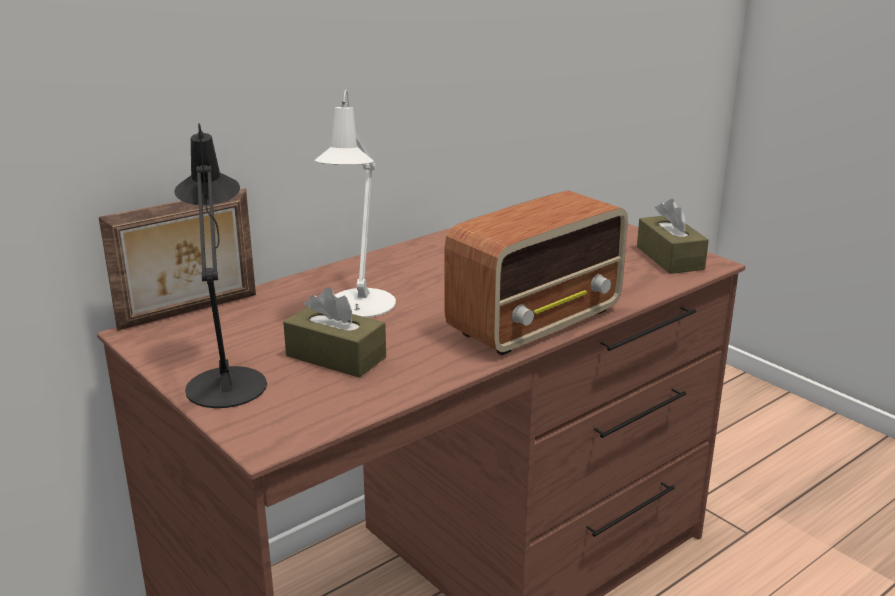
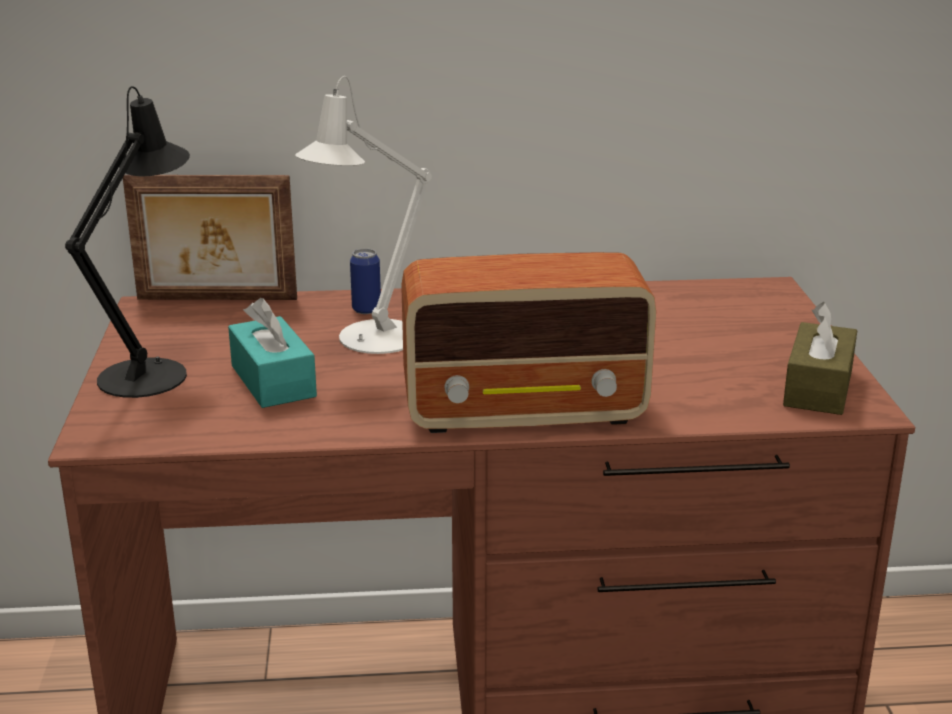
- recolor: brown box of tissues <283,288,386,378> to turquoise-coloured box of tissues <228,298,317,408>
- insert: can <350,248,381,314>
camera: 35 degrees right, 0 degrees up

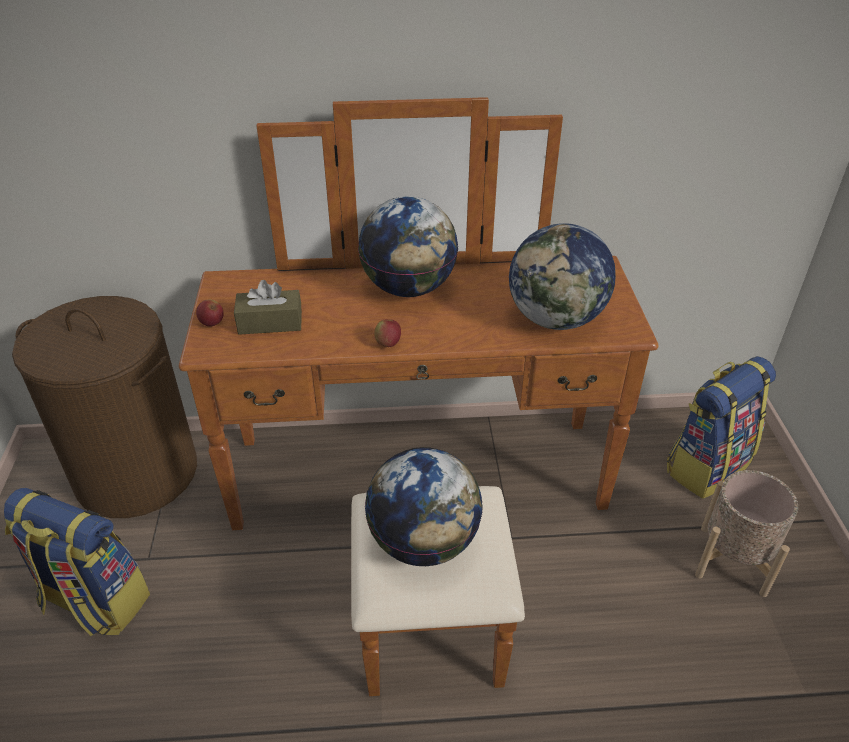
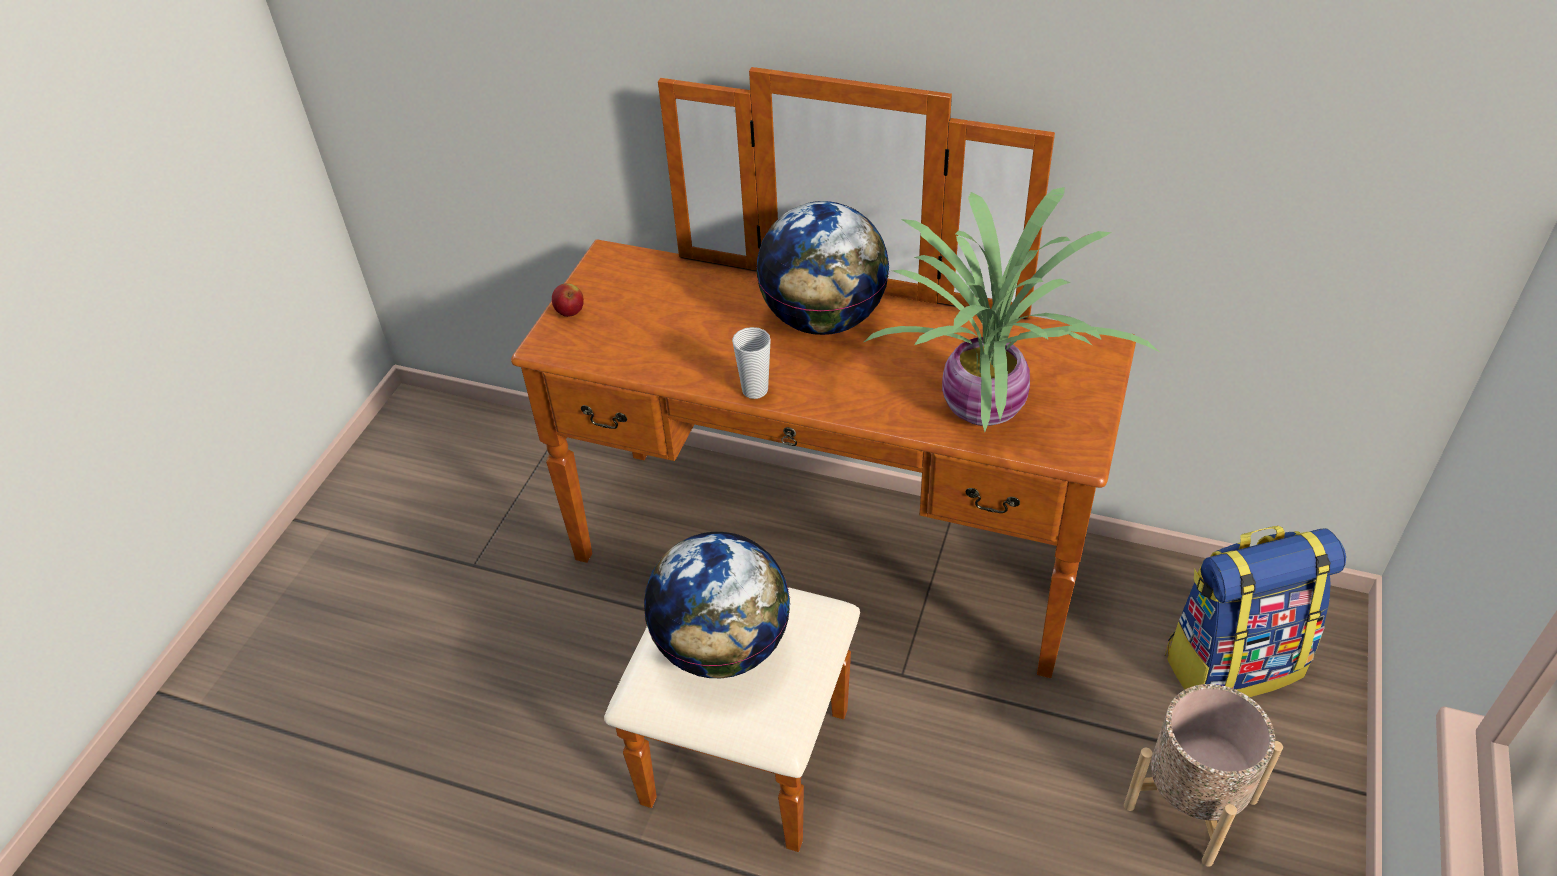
- replace: apple fruit <374,319,401,347> to small cup <732,327,771,399>
- replace: world globe <509,223,616,330> to potted plant <864,187,1159,432>
- delete: backpack <4,488,150,636>
- delete: brown laundry basket <12,296,197,518>
- delete: brown box of tissues <234,280,302,335>
camera: 25 degrees right, 5 degrees up

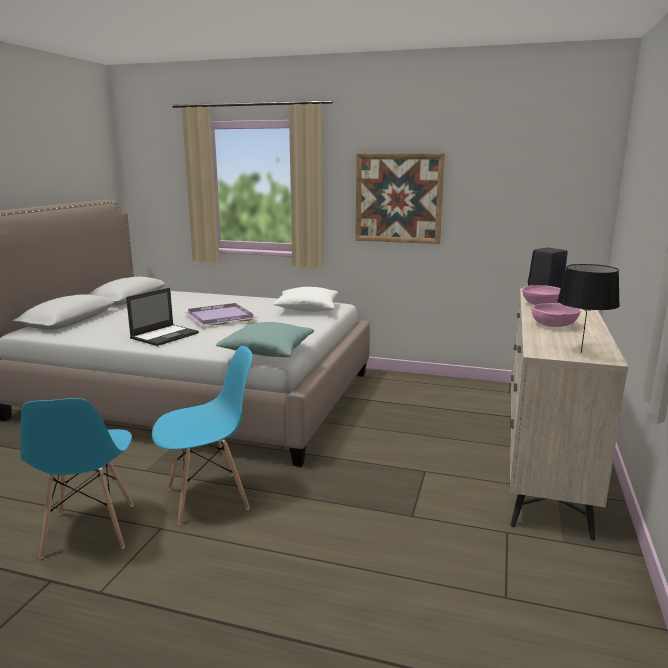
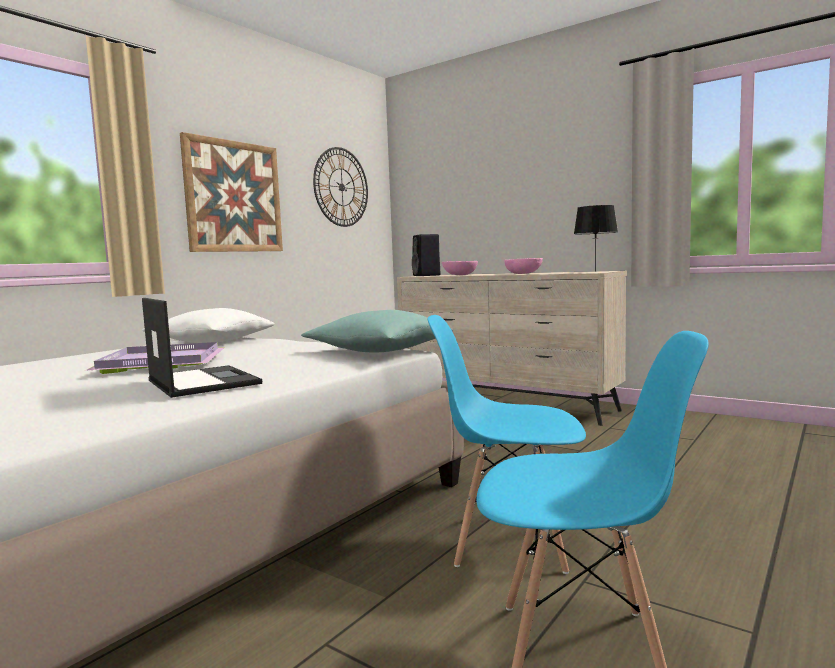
- insert: wall clock <313,147,368,227>
- rotate: bluish upright chair <152,346,253,525> = <427,315,586,574> 75 degrees counterclockwise
camera: 70 degrees left, 10 degrees down

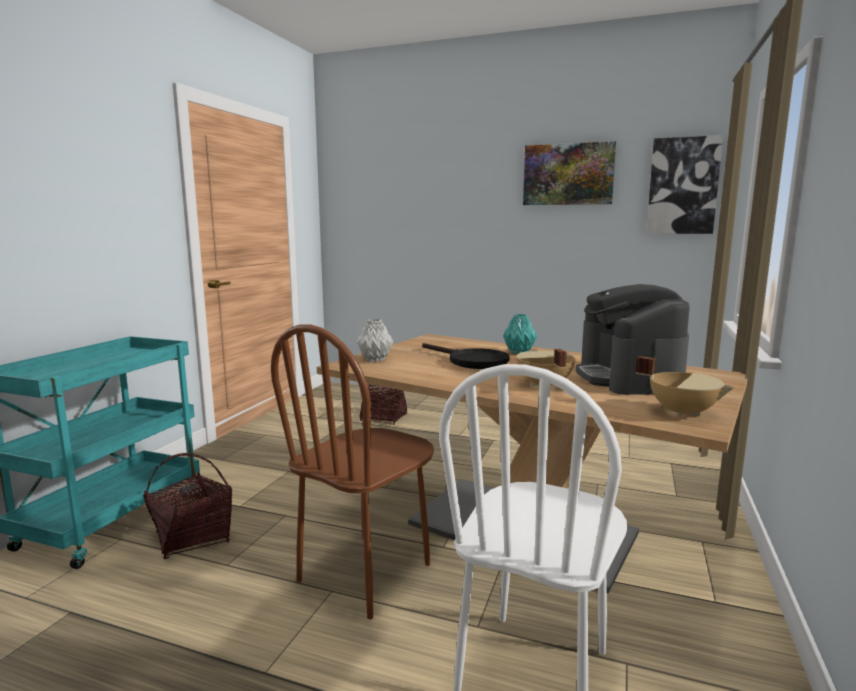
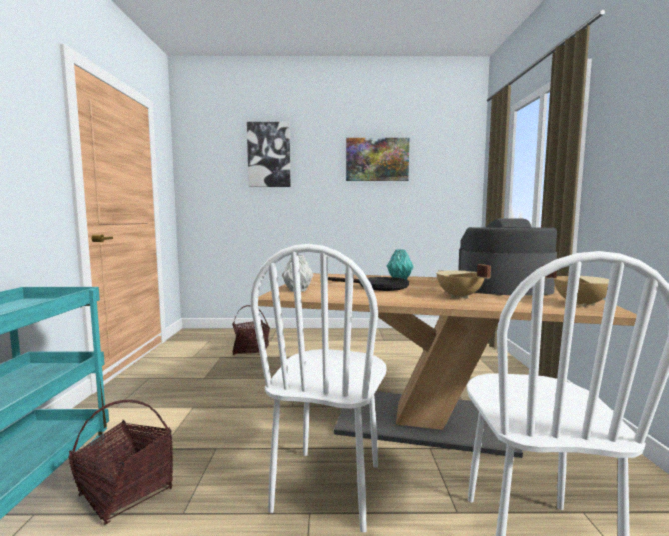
- move: picture <646,135,723,234> to <247,122,290,187>
- recolor: brown upright chair <271,324,434,620> to white upright chair <250,244,387,533>
- rotate: coffee brewer <576,284,690,395> = <458,218,557,296> 120 degrees clockwise
camera: 20 degrees left, 5 degrees down

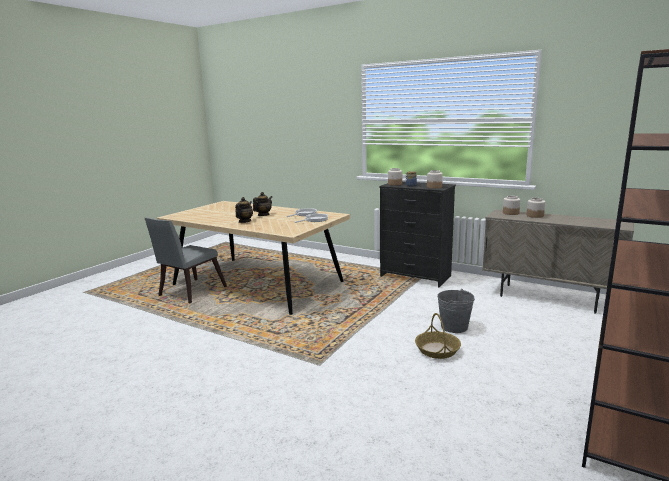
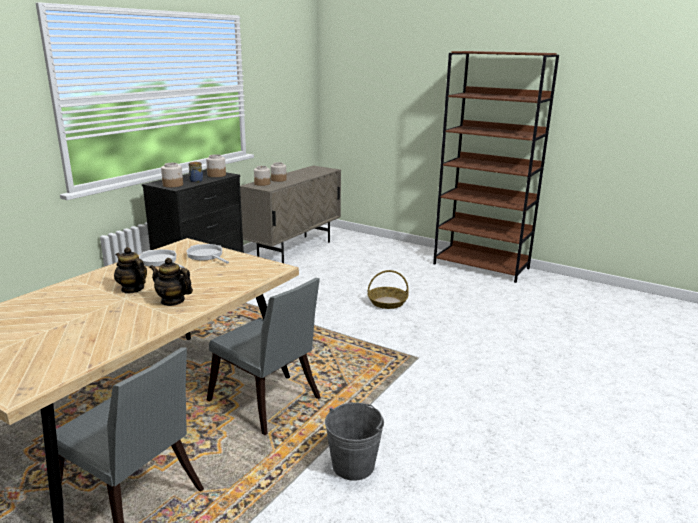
- insert: gray upright chair <207,278,321,435>
- move: gray bucket <437,289,475,333> to <325,402,384,481>
camera: 90 degrees left, 5 degrees up

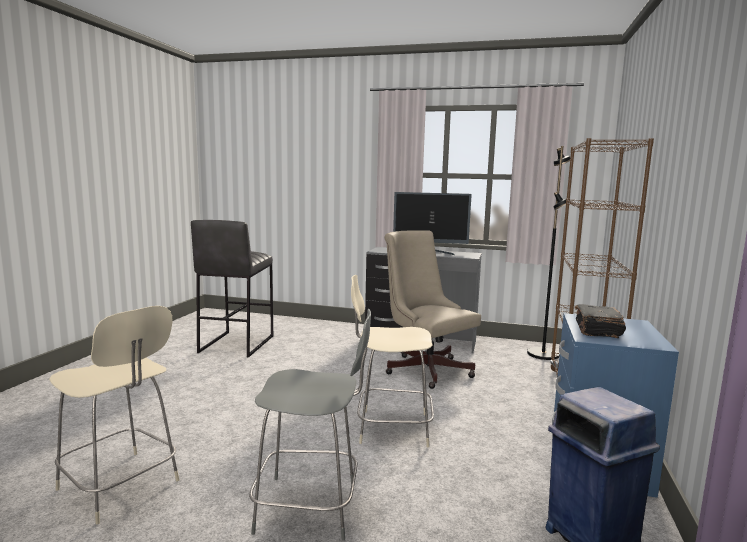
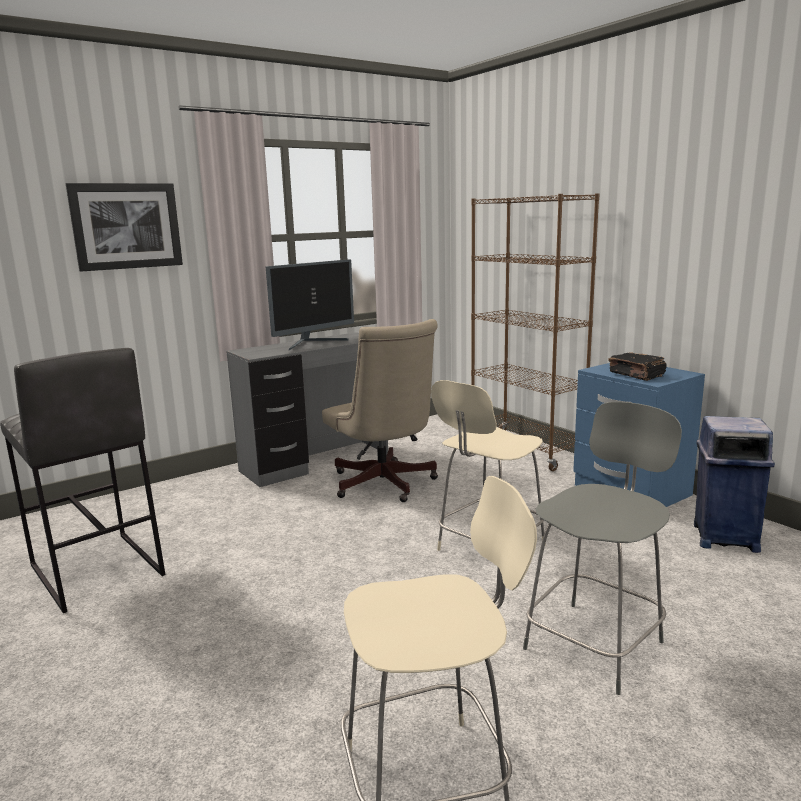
- insert: picture <66,183,183,271>
- rotate: beige desk chair <384,230,481,389> = <322,319,438,502> 120 degrees counterclockwise
- delete: blackish standing lamp <527,146,571,360>
camera: 50 degrees left, 5 degrees up

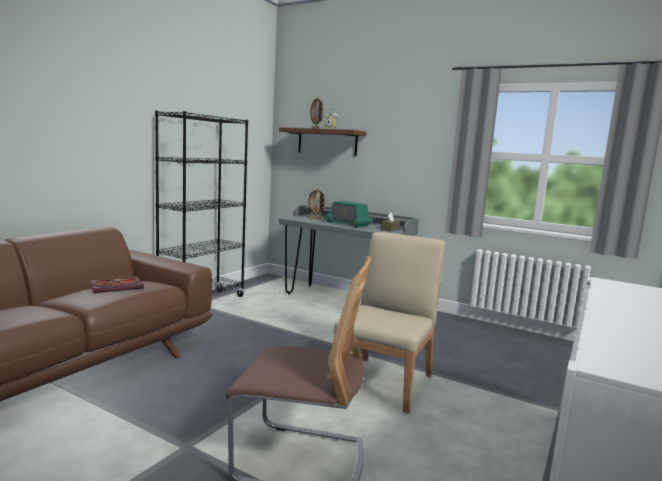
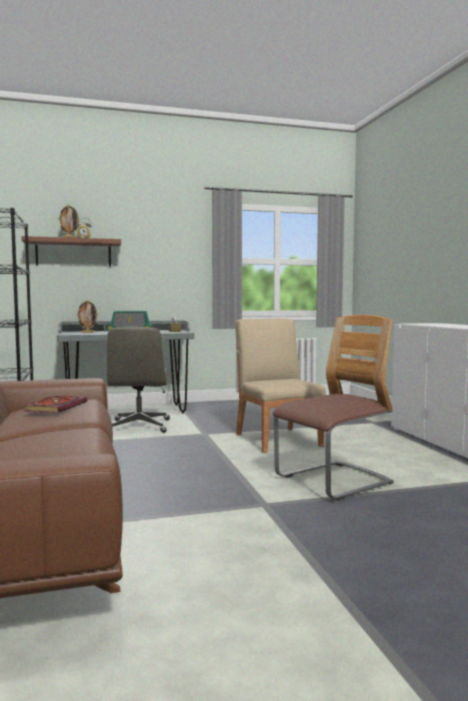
- insert: gray desk chair <107,327,170,433>
camera: 45 degrees left, 5 degrees down

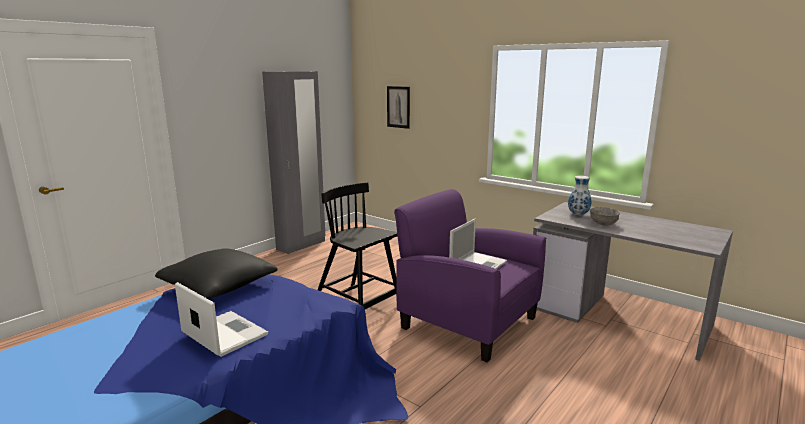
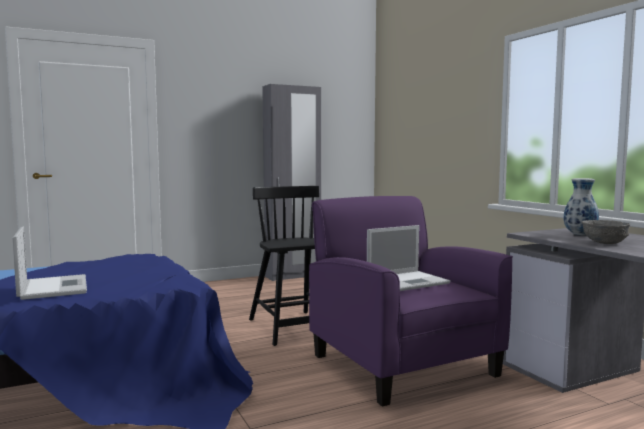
- delete: blackish cushion <155,248,278,299>
- delete: picture <387,86,410,129>
camera: 25 degrees right, 10 degrees down

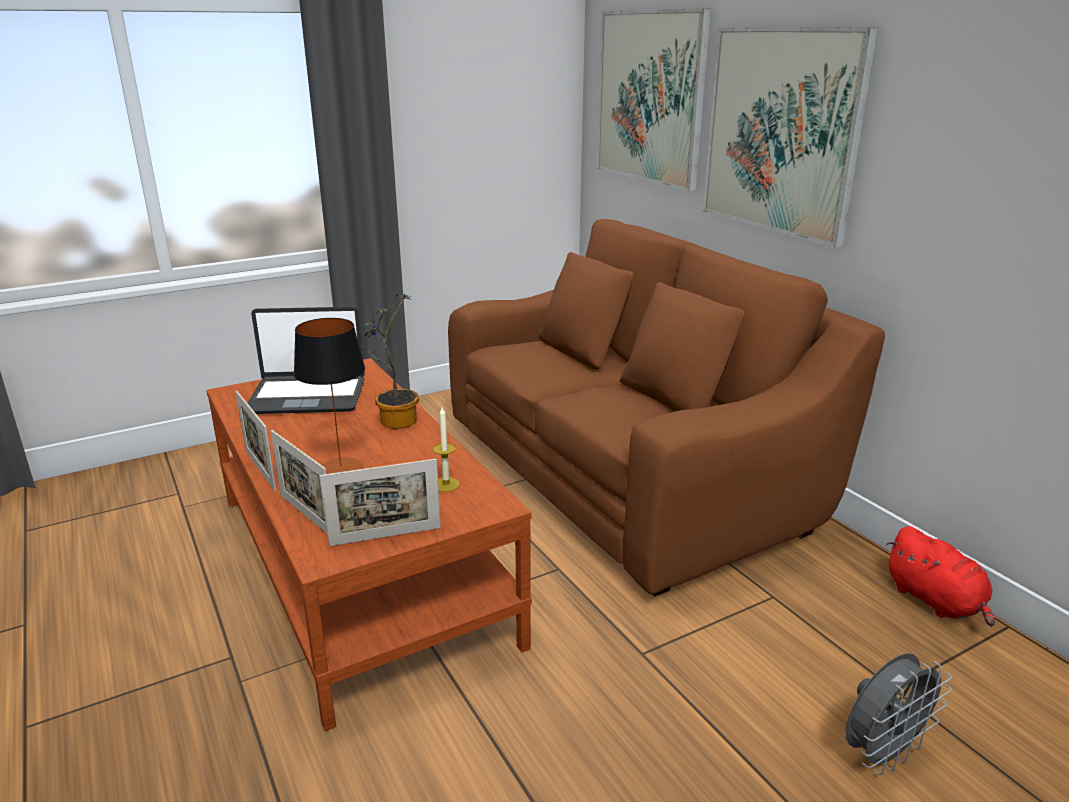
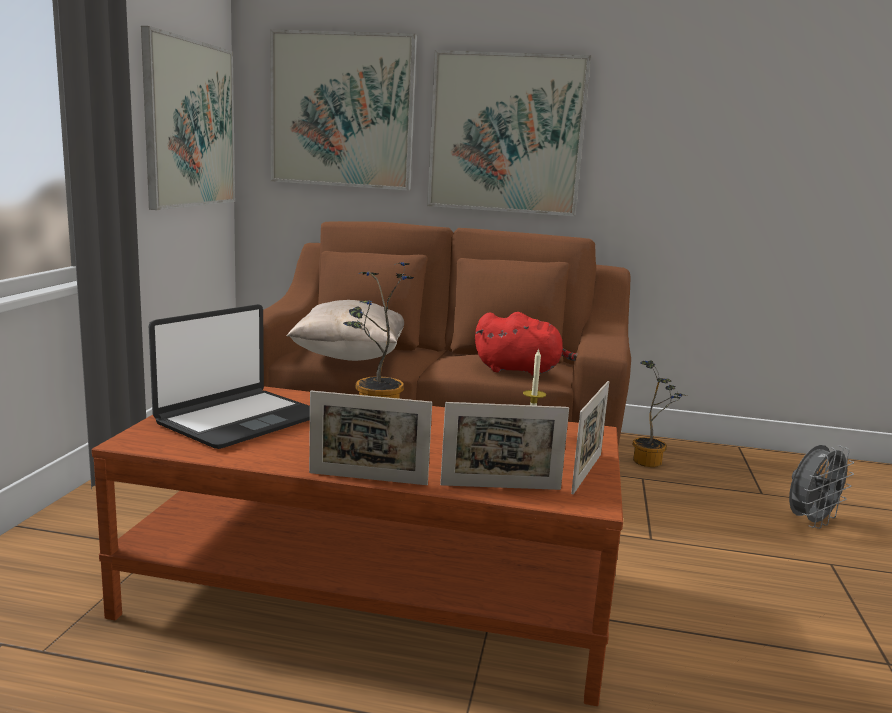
- insert: picture <141,26,235,210>
- insert: beige cushion <287,300,404,361>
- move: red-coloured plush toy <886,526,995,627> to <475,312,578,376>
- insert: potted plant <633,361,687,467>
- rotate: gray fan <846,653,952,775> = <789,445,854,529> 45 degrees clockwise
- delete: tabletop lamp <294,318,365,474>
camera: 50 degrees left, 10 degrees down

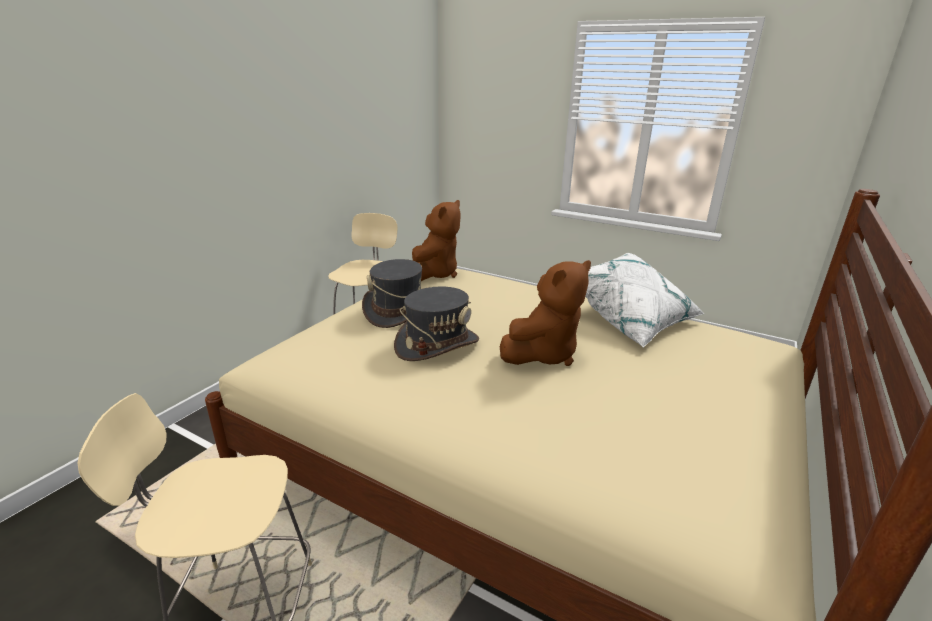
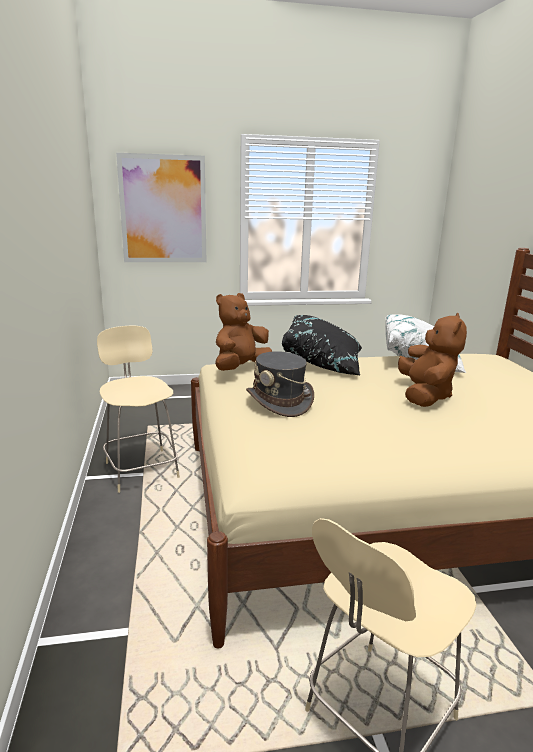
- insert: picture <116,153,206,262>
- rotate: brown plush toy <412,200,461,281> = <215,293,272,371> 120 degrees counterclockwise
- insert: blackish cushion <281,315,362,375>
- delete: gray clothing hat <394,287,479,361>
camera: 40 degrees left, 5 degrees down

